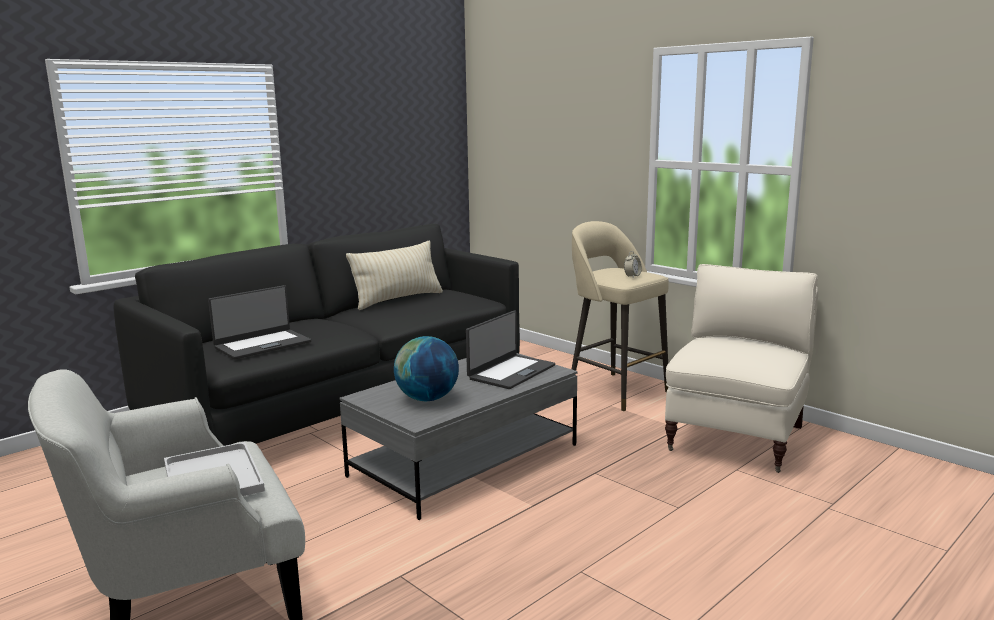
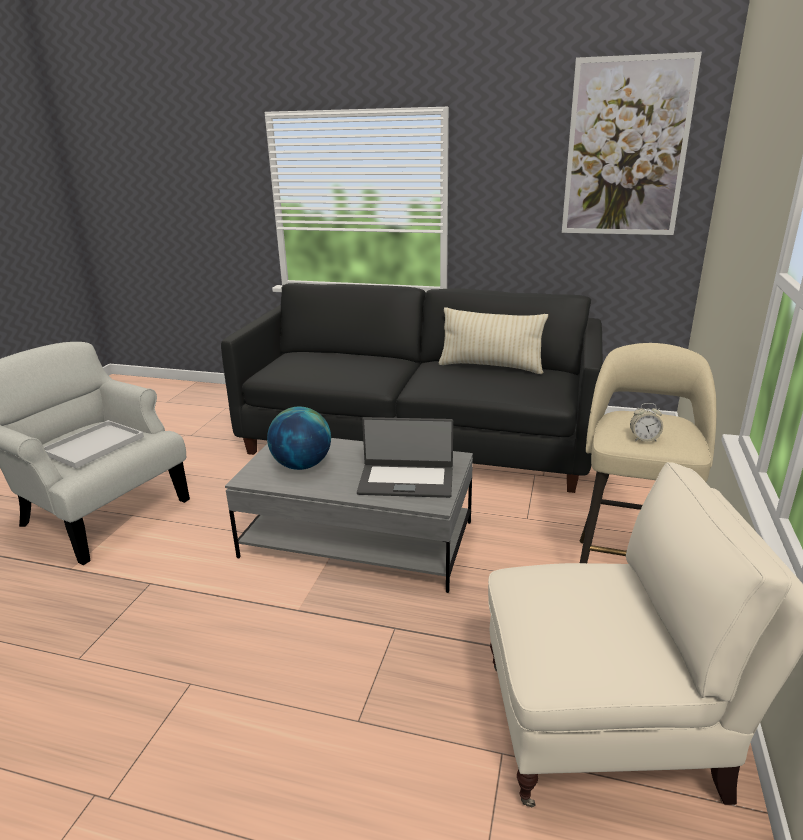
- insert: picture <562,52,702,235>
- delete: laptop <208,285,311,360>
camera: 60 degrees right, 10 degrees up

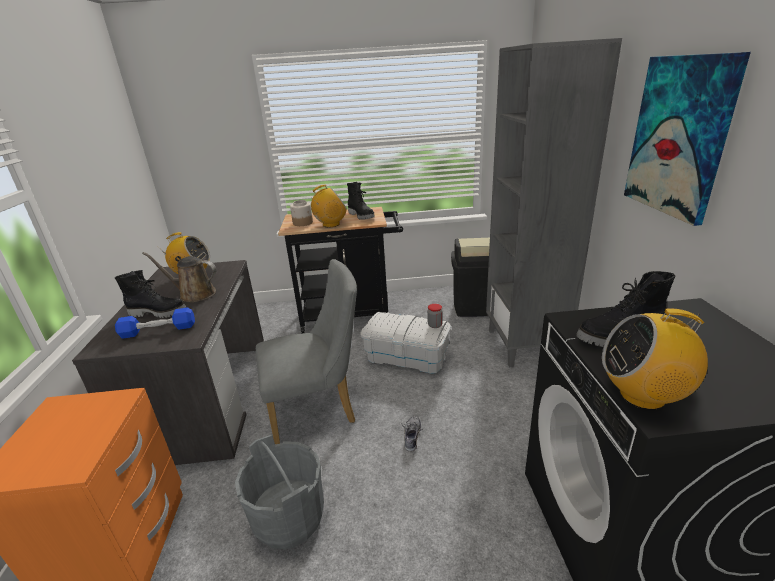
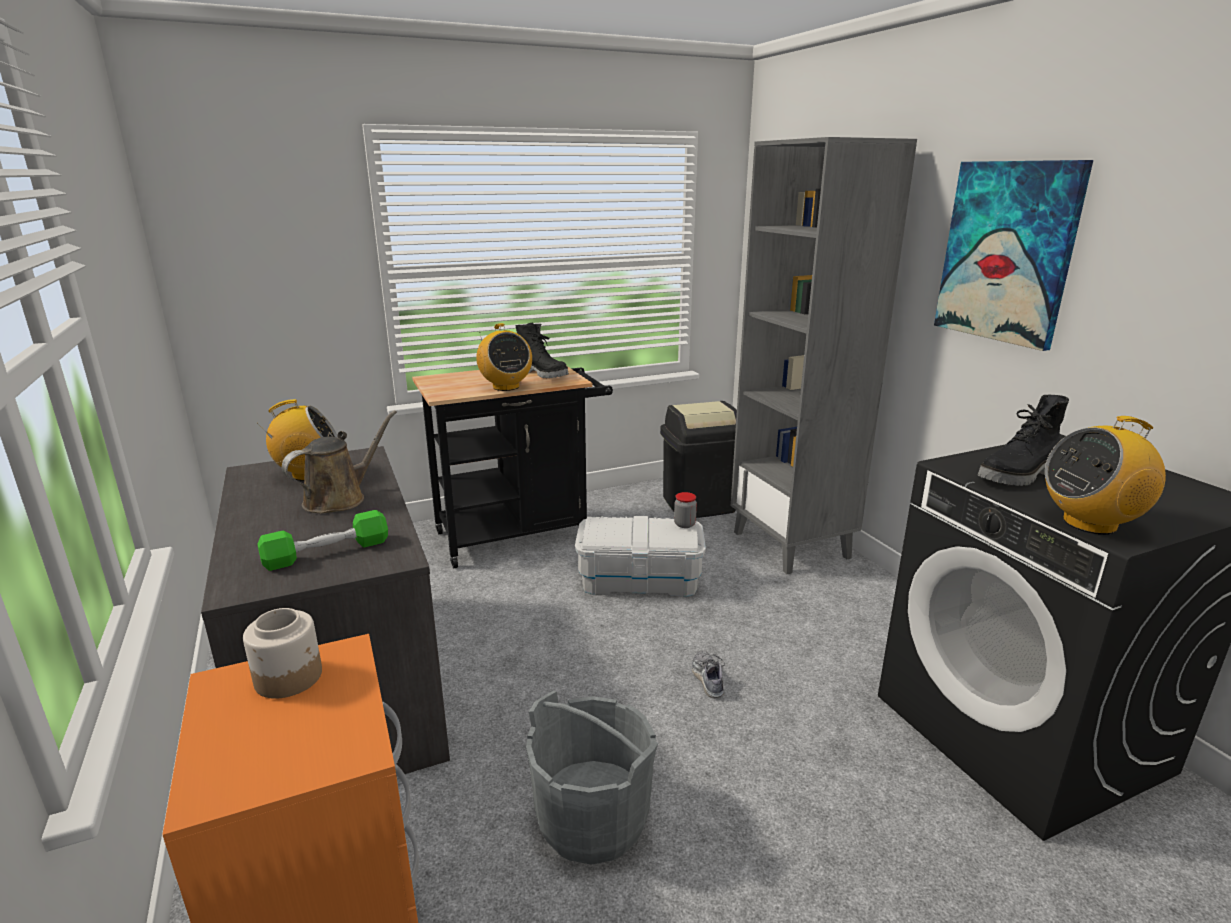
- move: preserve jar <290,200,313,226> to <243,608,322,699>
- recolor: bluish dumbbell <115,307,195,339> to green dumbbell <258,510,388,571>
- rotate: brown watering pot <142,252,217,302> = <282,410,397,513> 135 degrees clockwise
- rotate: radio <311,184,347,227> = <476,323,532,391> 105 degrees clockwise
- delete: blackish boot <115,270,187,318>
- delete: gray upright chair <256,259,357,444>
camera: 20 degrees left, 5 degrees down

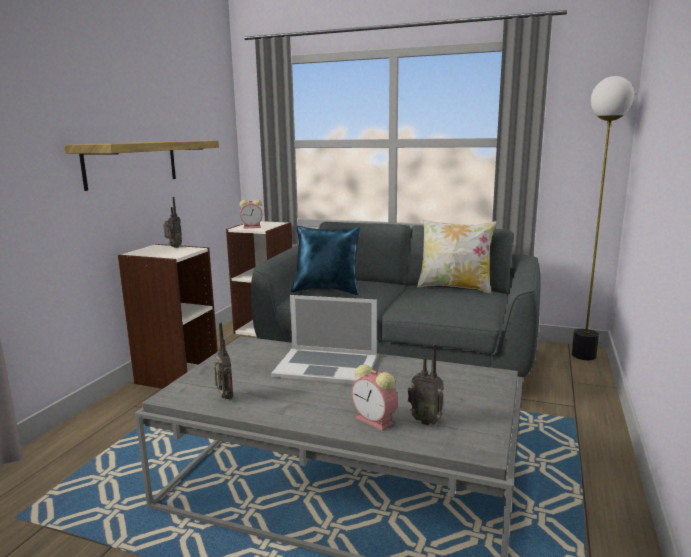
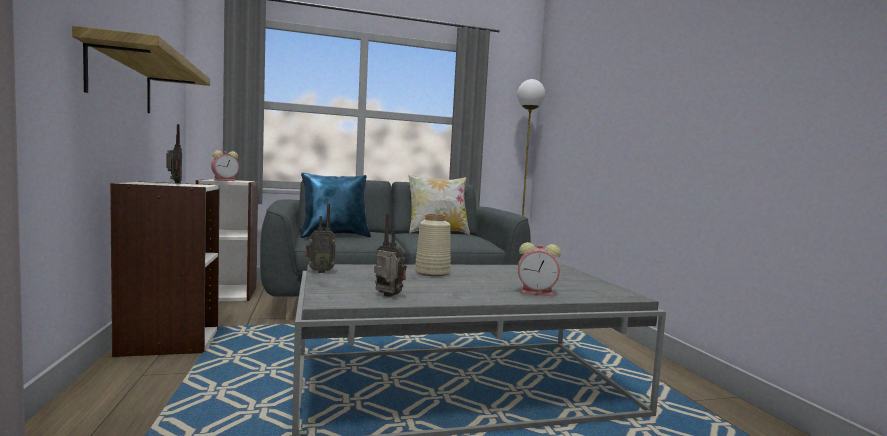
- move: radio <408,344,444,425> to <305,204,336,273>
- replace: laptop <271,295,377,384> to beige decorative vase <415,214,451,276>
camera: 35 degrees left, 10 degrees down

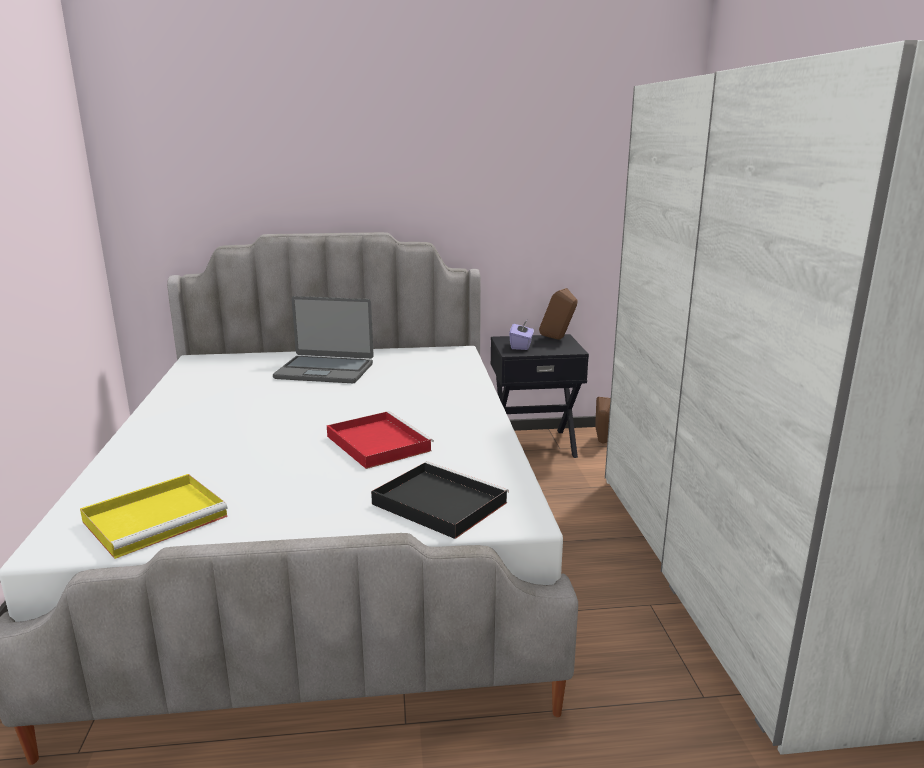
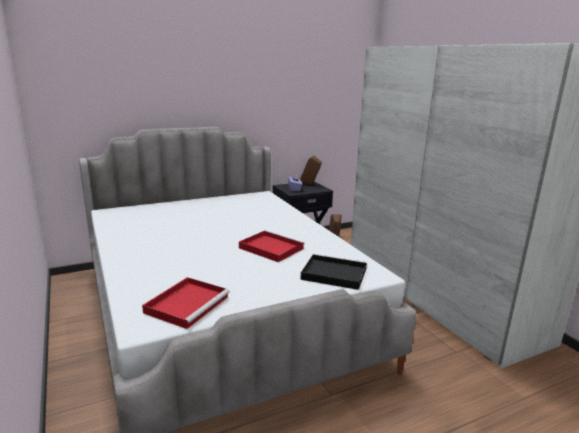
- recolor: yellowish serving tray <80,474,228,559> to red-coloured serving tray <142,277,230,329>
- delete: laptop <273,296,374,383>
camera: 20 degrees left, 0 degrees up

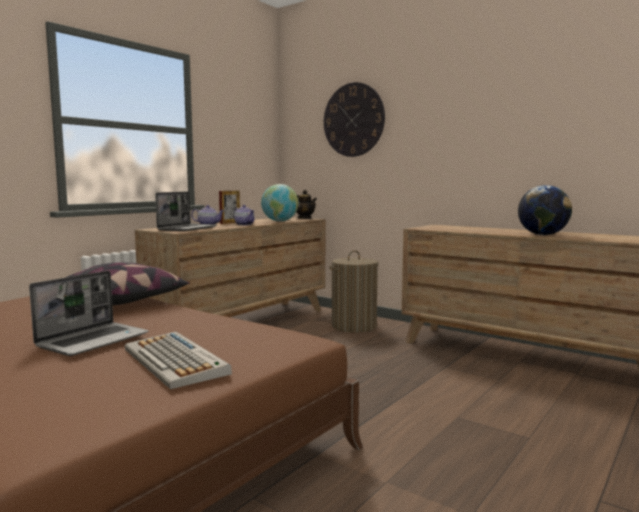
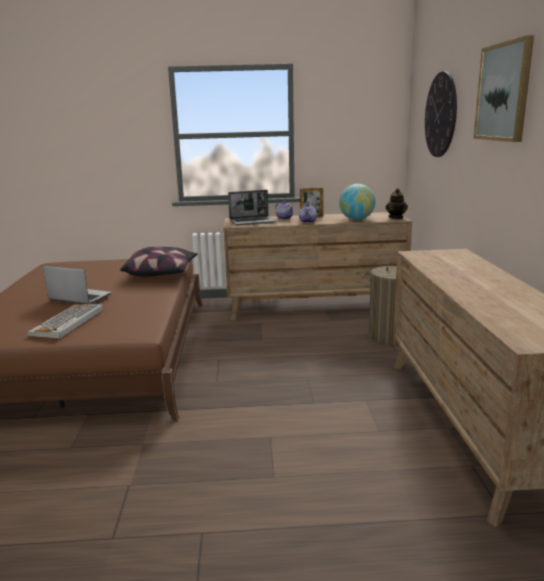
- rotate: laptop <29,271,149,356> = <43,265,112,304> 150 degrees counterclockwise
- insert: picture <474,35,534,142>
- delete: world globe <518,185,572,235>
camera: 50 degrees right, 10 degrees up

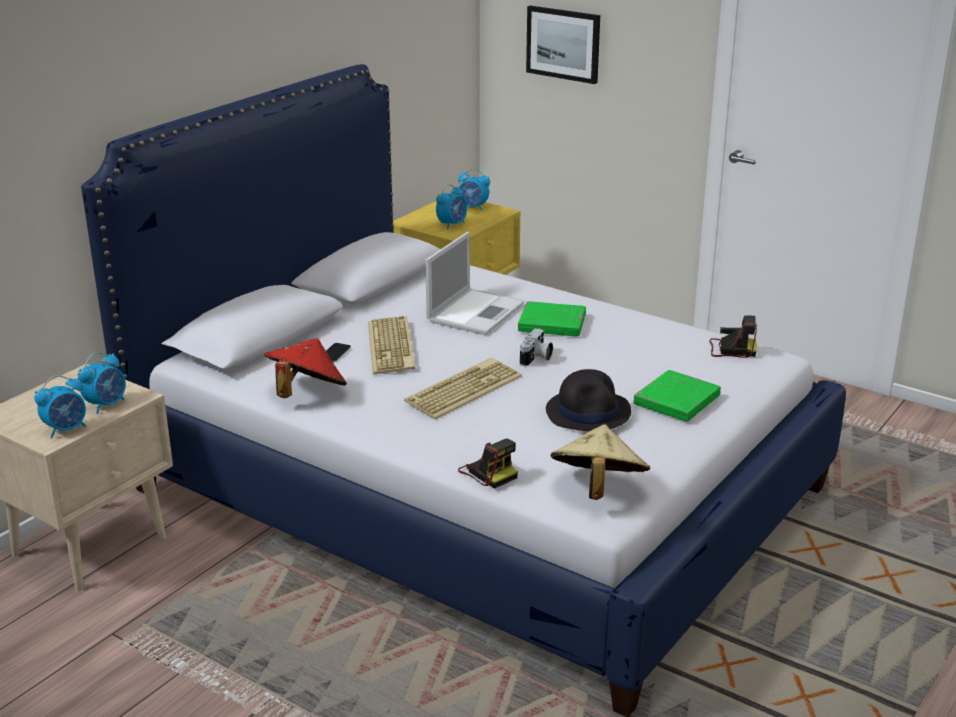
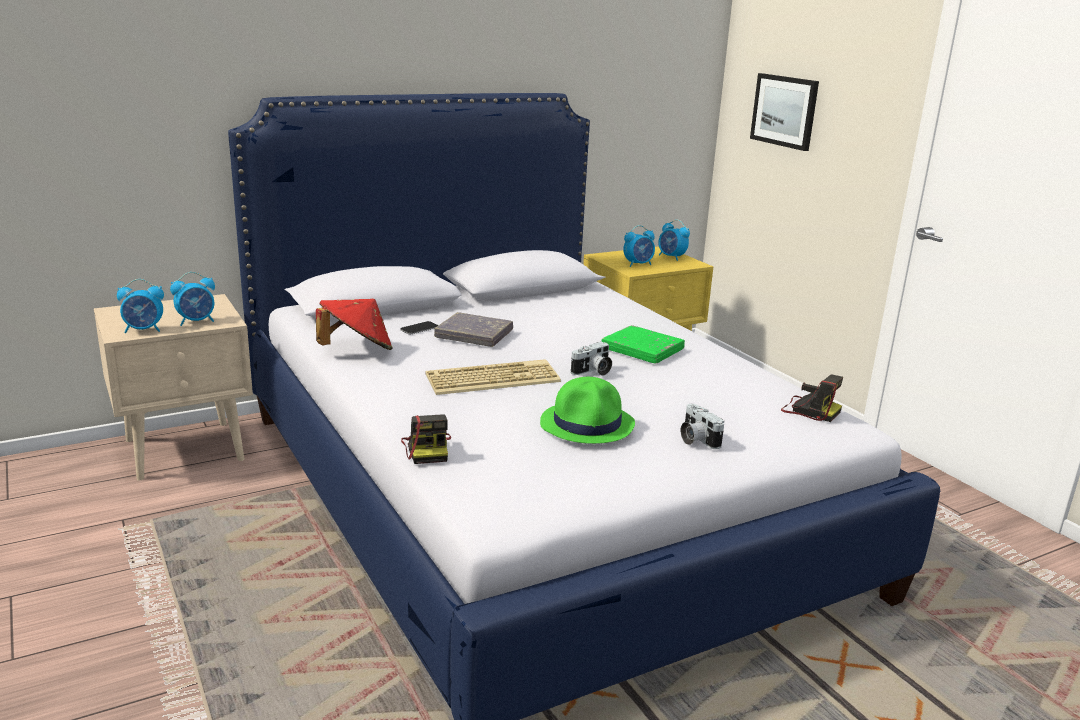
- replace: PC keyboard <368,316,415,375> to gray bound book <434,312,513,347>
- recolor: blackish clothing hat <546,369,631,431> to green clothing hat <540,377,635,444>
- replace: green bound book <634,370,721,421> to still camera <681,404,724,449>
- delete: laptop <425,232,524,335>
- delete: beige clothing hat <551,424,650,500>
camera: 25 degrees right, 5 degrees down

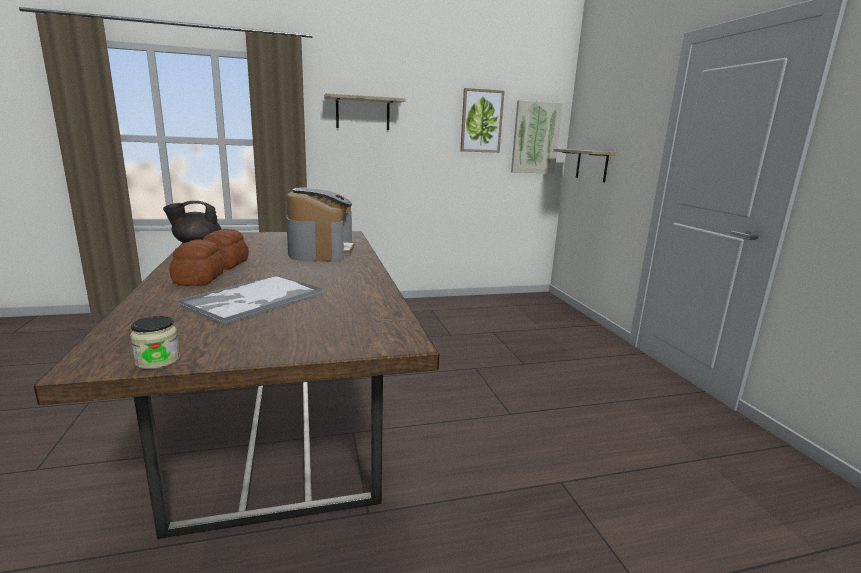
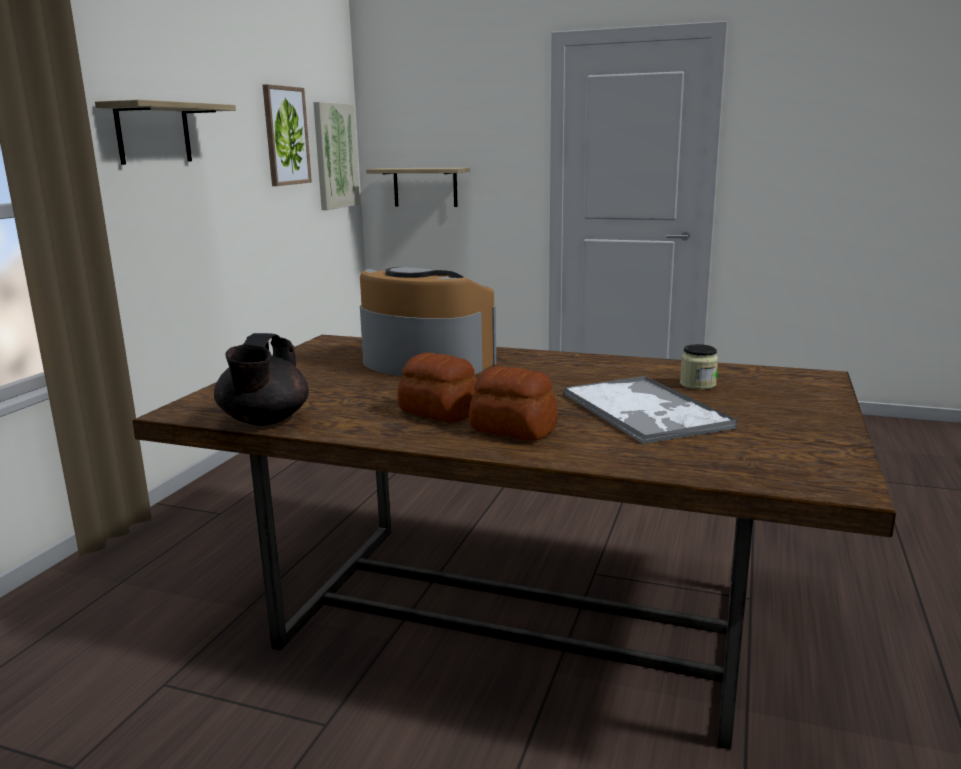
- move: preserve jar <130,316,180,369> to <680,344,718,390>
camera: 55 degrees left, 0 degrees up

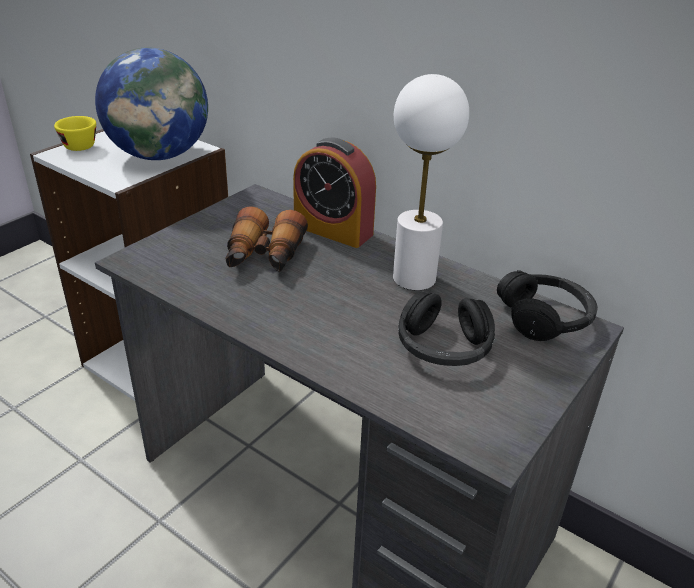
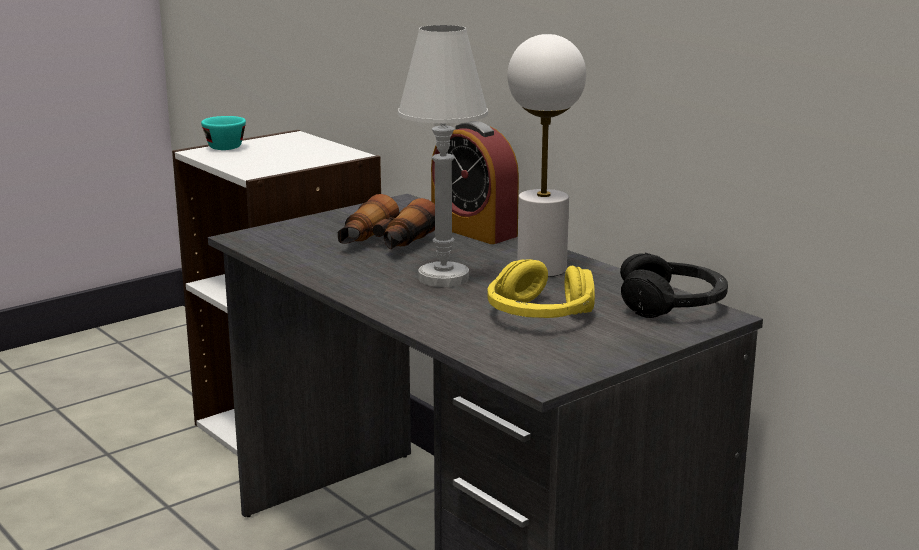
- recolor: yellowish small cup <54,116,96,151> to turquoise-coloured small cup <201,116,246,150>
- insert: white tabletop lamp <397,25,488,287>
- recolor: blackish headset <398,292,495,366> to yellowish headset <487,259,595,318>
- delete: world globe <95,48,208,160>
camera: 15 degrees right, 15 degrees down

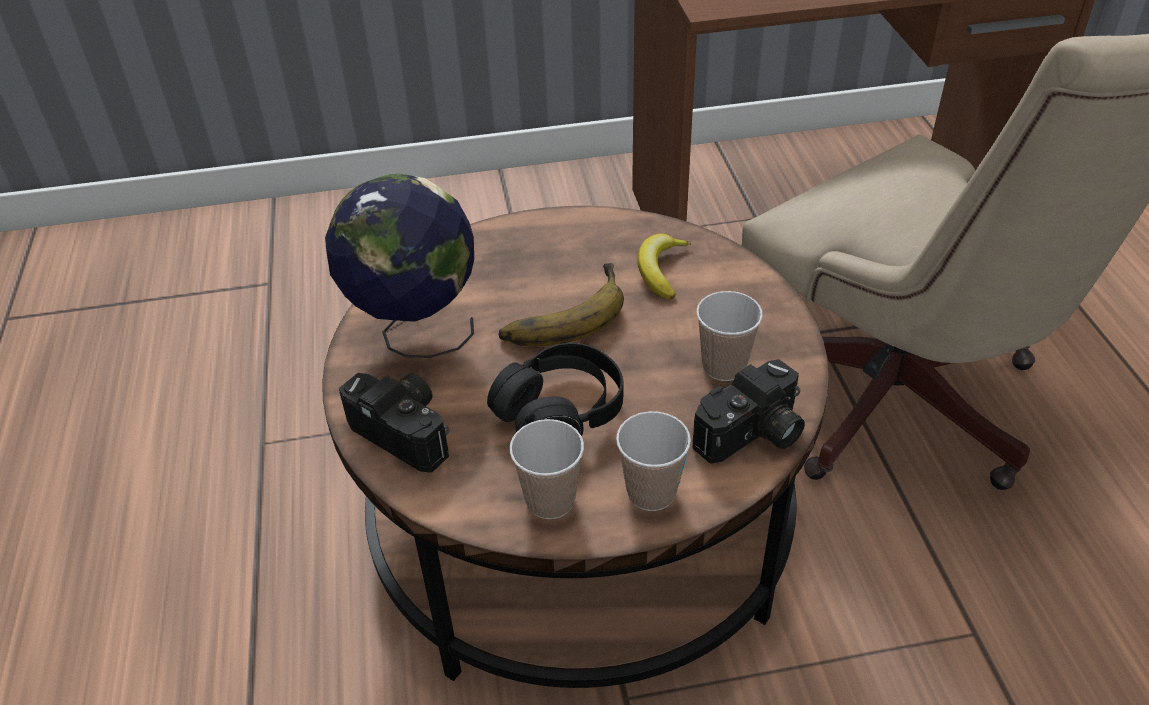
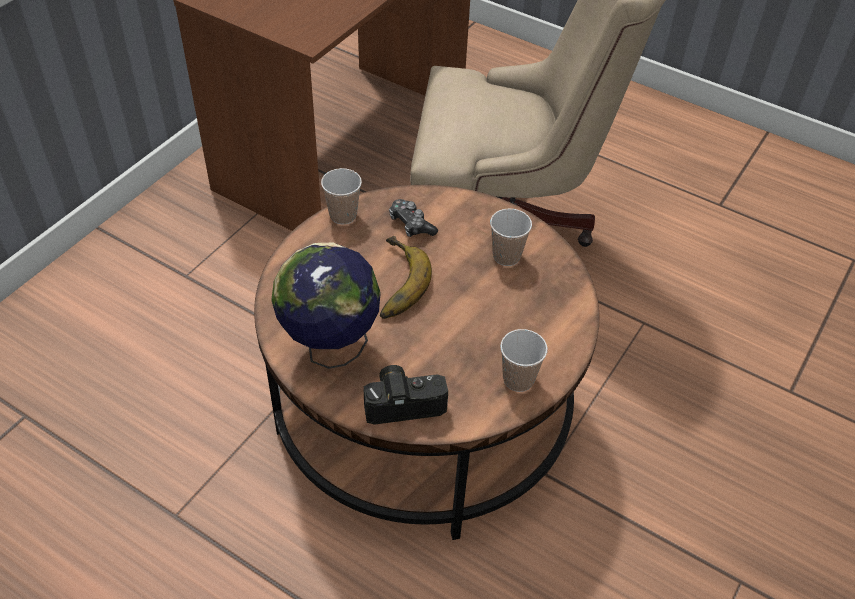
- move: small cup <616,411,691,511> to <321,168,362,225>
- replace: banana fruit <637,233,691,299> to gamepad <389,199,438,237>
- delete: blackish headset <487,343,624,436>
- delete: still camera <692,359,805,464>
camera: 50 degrees left, 5 degrees up

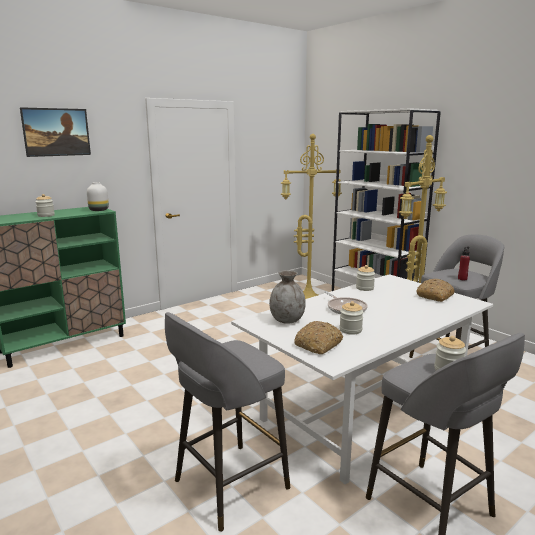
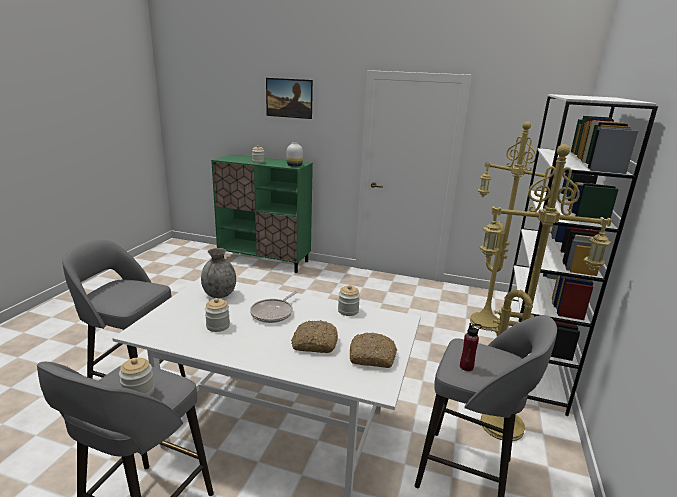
- move: baked bread <294,321,343,354> to <291,320,338,353>
camera: 55 degrees right, 5 degrees up

